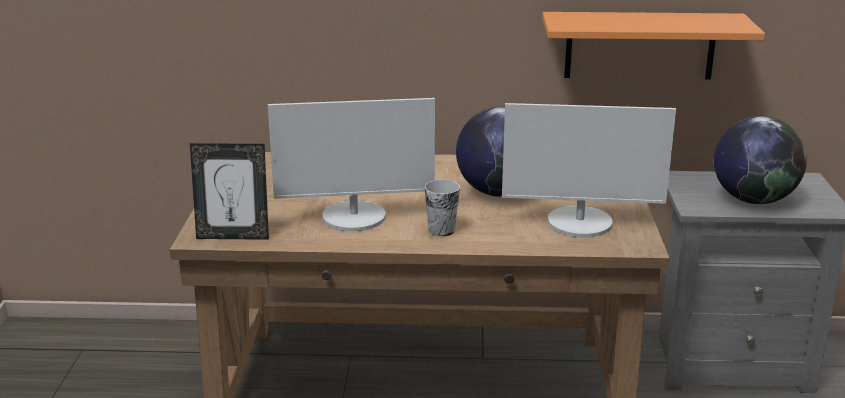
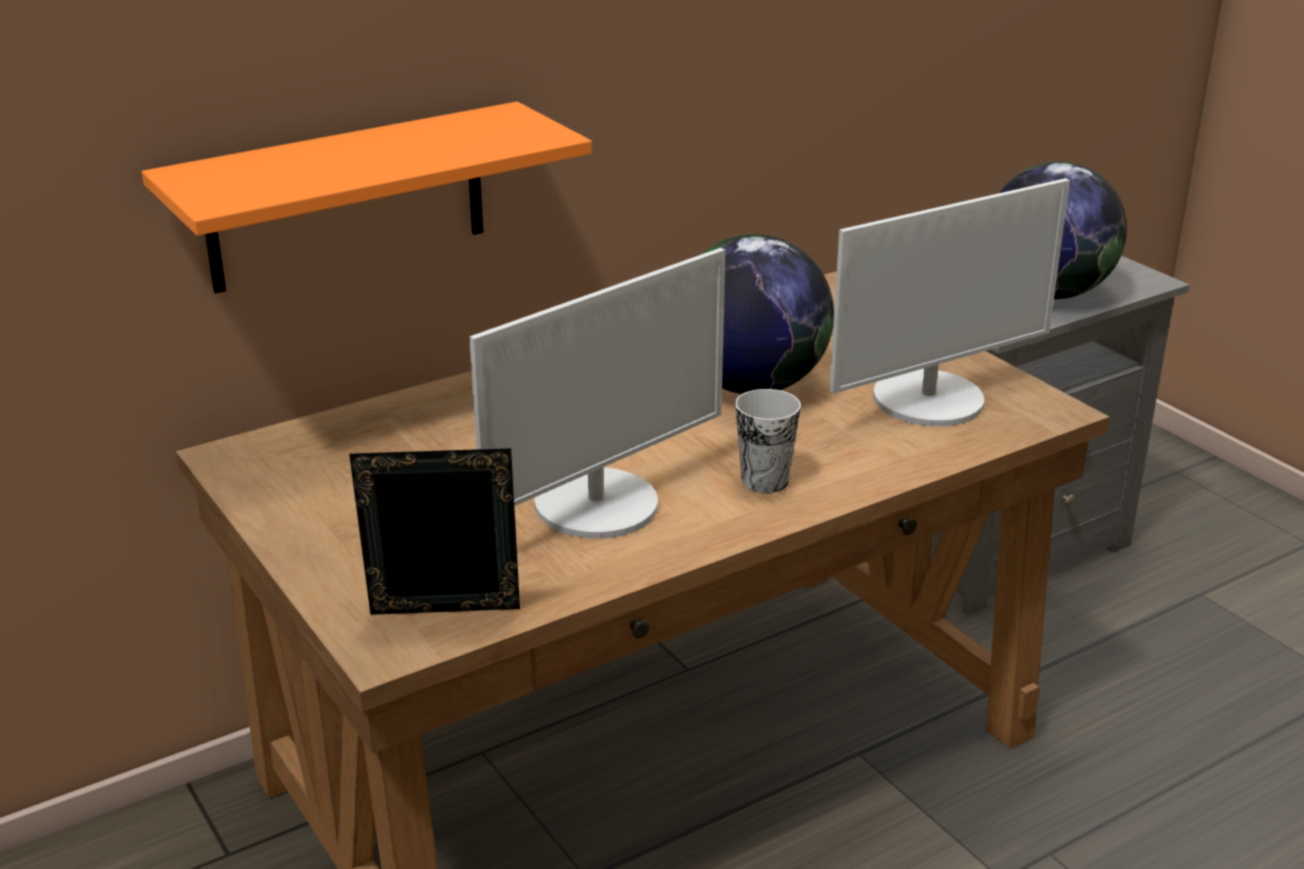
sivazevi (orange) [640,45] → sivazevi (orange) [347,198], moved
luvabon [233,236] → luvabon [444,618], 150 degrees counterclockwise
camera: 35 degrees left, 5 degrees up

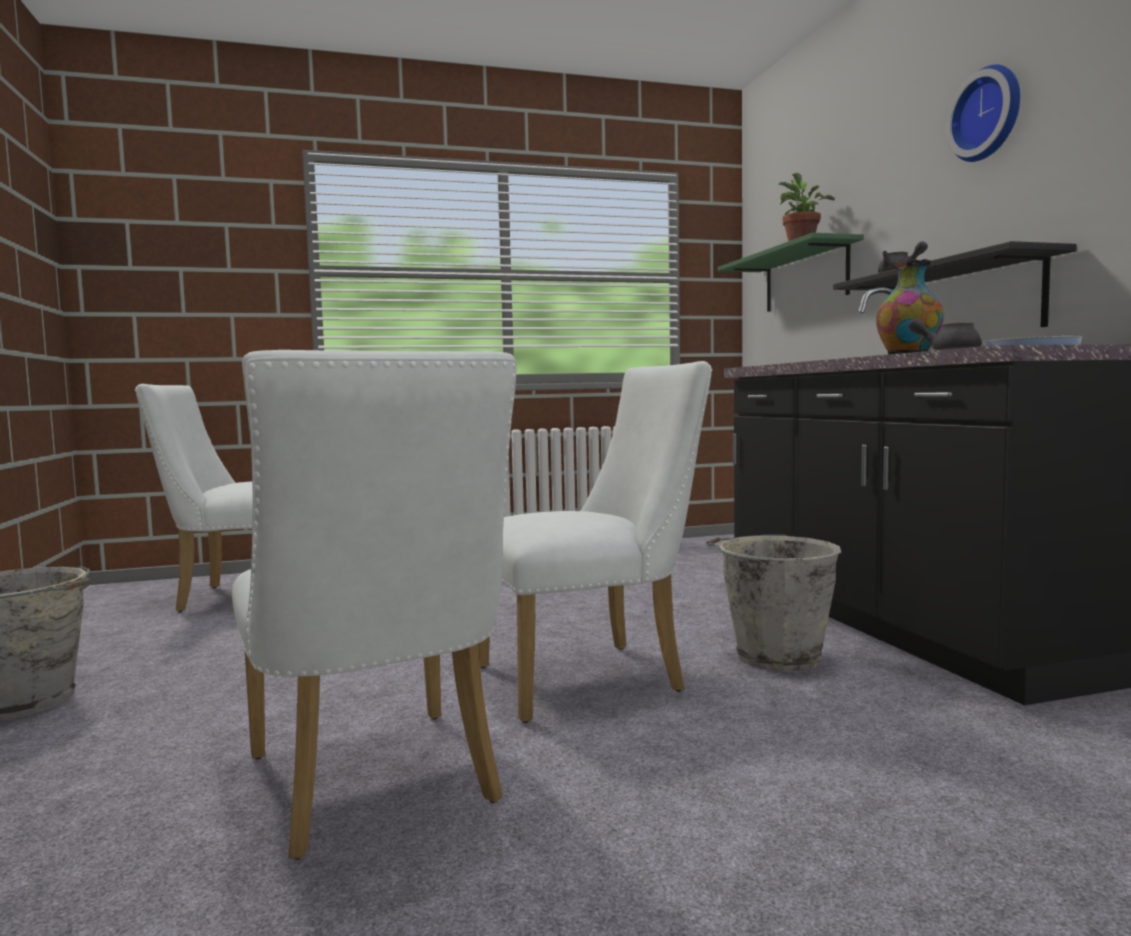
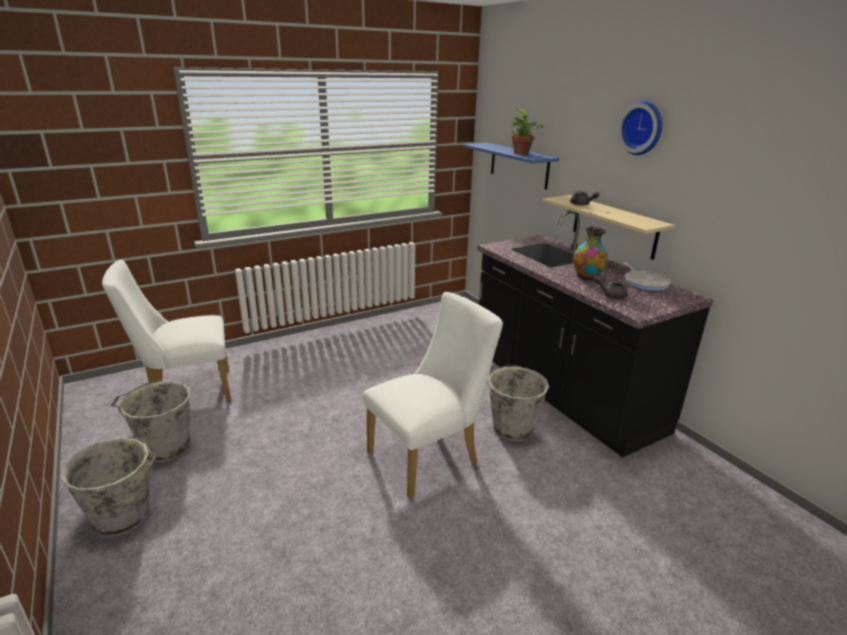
- → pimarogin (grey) [165,448]
sivazevi (green) [805,278] → sivazevi (blue) [519,165]
sivazevi (black) [965,301] → sivazevi (beige) [614,226]
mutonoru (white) [378,787] → -
camera: 15 degrees left, 20 degrees up

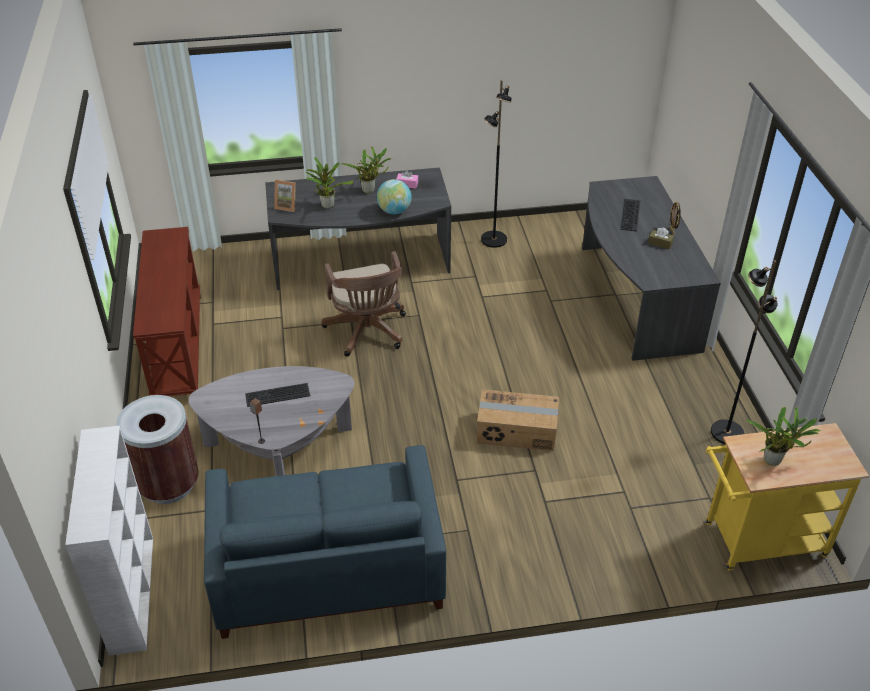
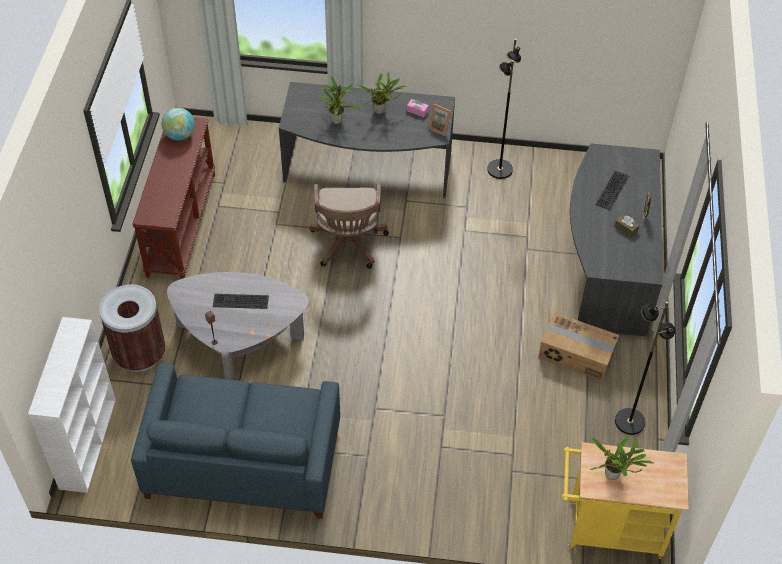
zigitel [394,211] → zigitel [180,135], moved
luvabon [287,206] → luvabon [440,127], moved
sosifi [517,431] → sosifi [576,354], moved
camera: 15 degrees right, 10 degrees up

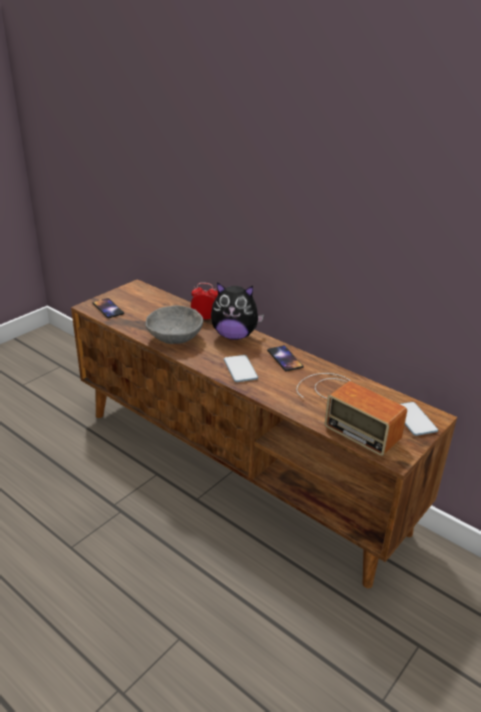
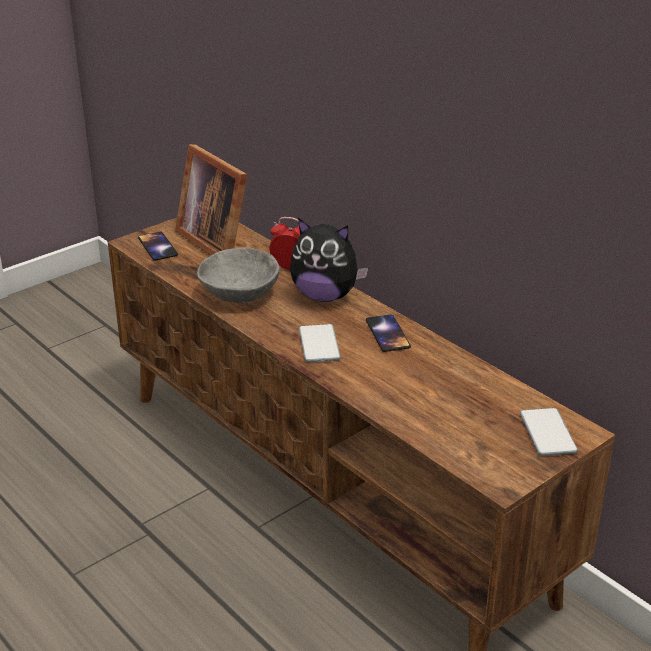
- → luvabon [216,241]
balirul [345,408] → -
camera: 10 degrees right, 0 degrees up

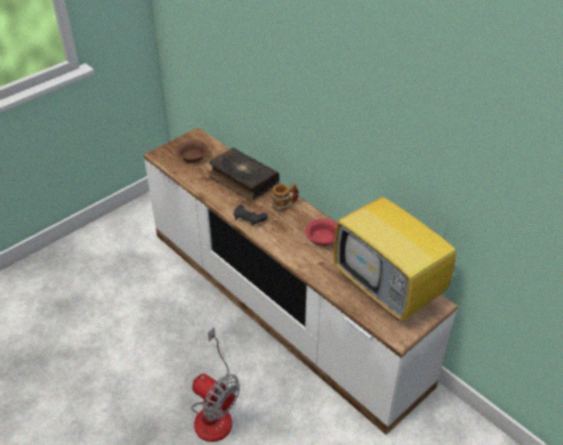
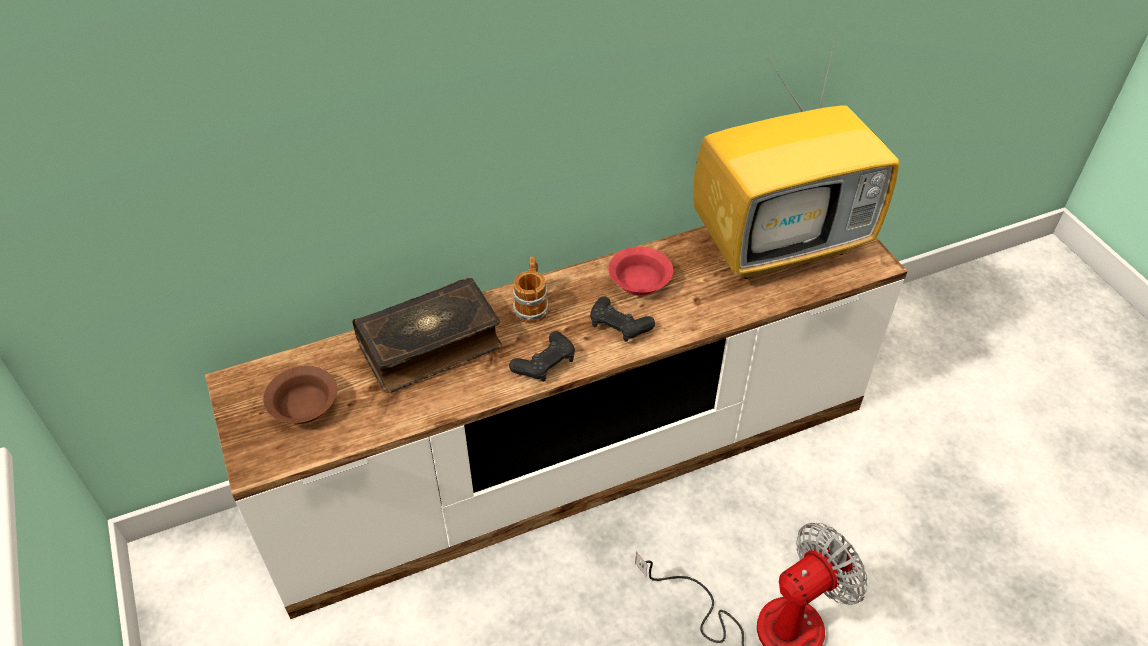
- → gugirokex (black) [619,325]
camera: 70 degrees left, 5 degrees up

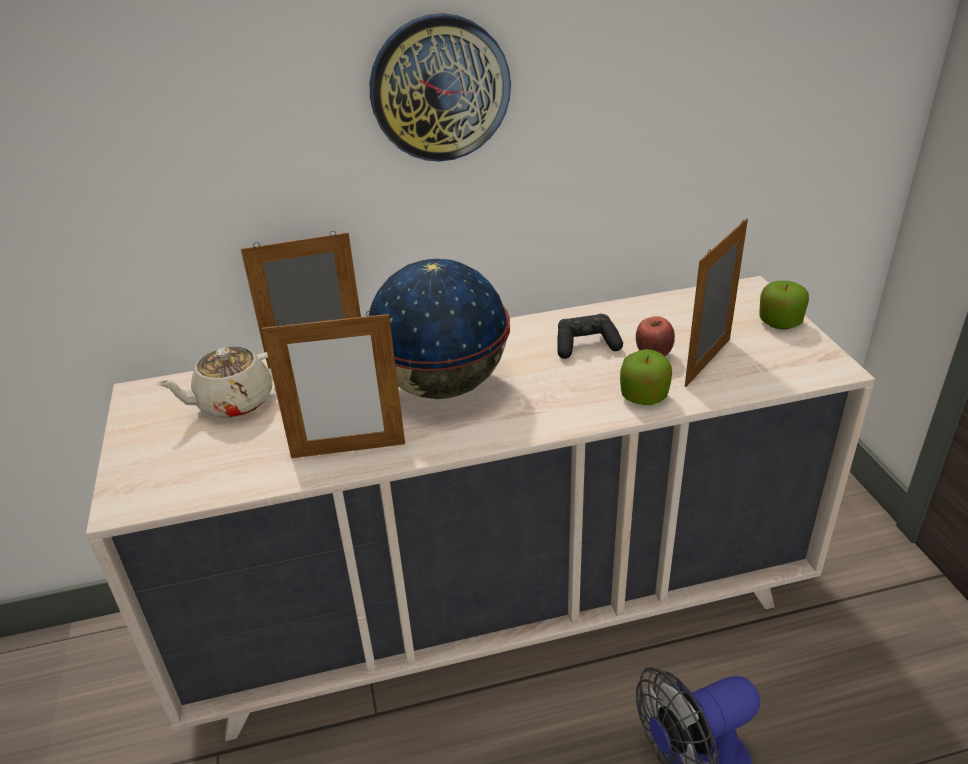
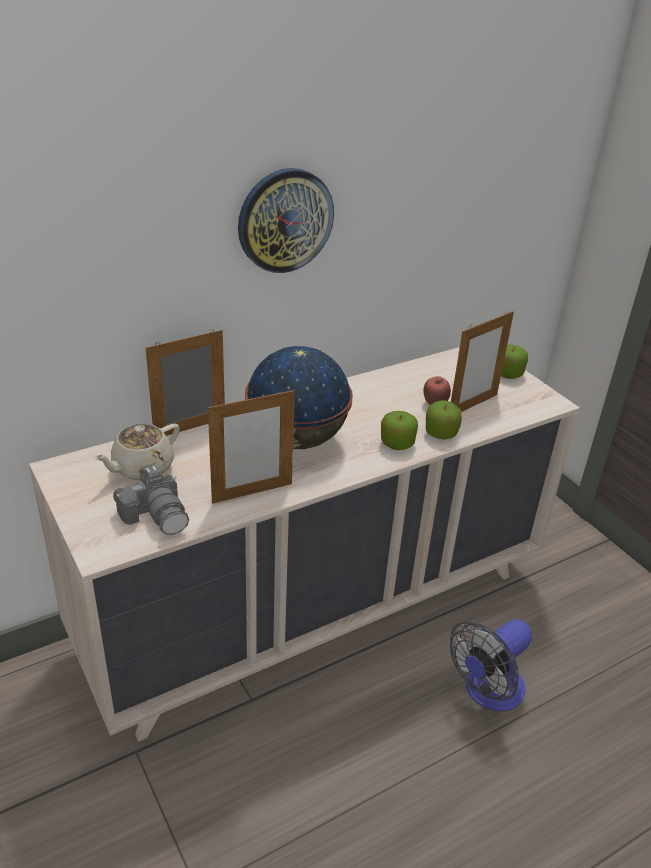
- → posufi [156,514]
- → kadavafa [397,443]
luvabon [708,362] → luvabon [473,405], 150 degrees counterclockwise
gugirokex (black) [586,346] → -
camera: 20 degrees left, 0 degrees up

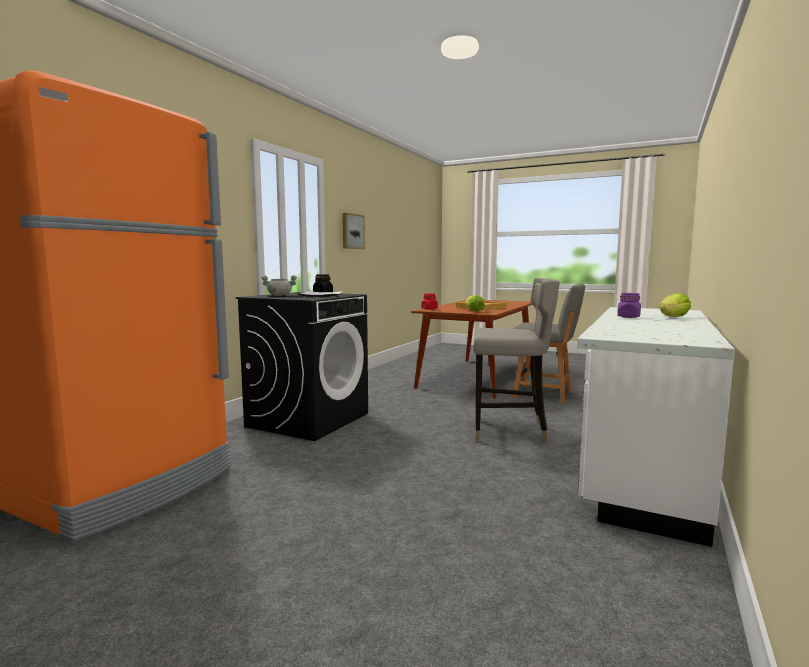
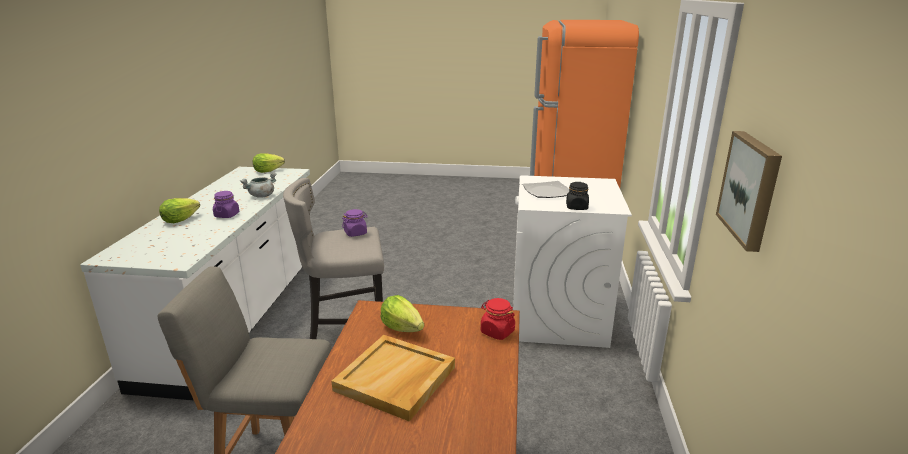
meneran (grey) [279,295] → meneran (grey) [262,196], moved
- → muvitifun [268,171]
- → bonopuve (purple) [355,233]
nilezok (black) [308,419] → nilezok (white) [558,317]
camera: 160 degrees right, 15 degrees up

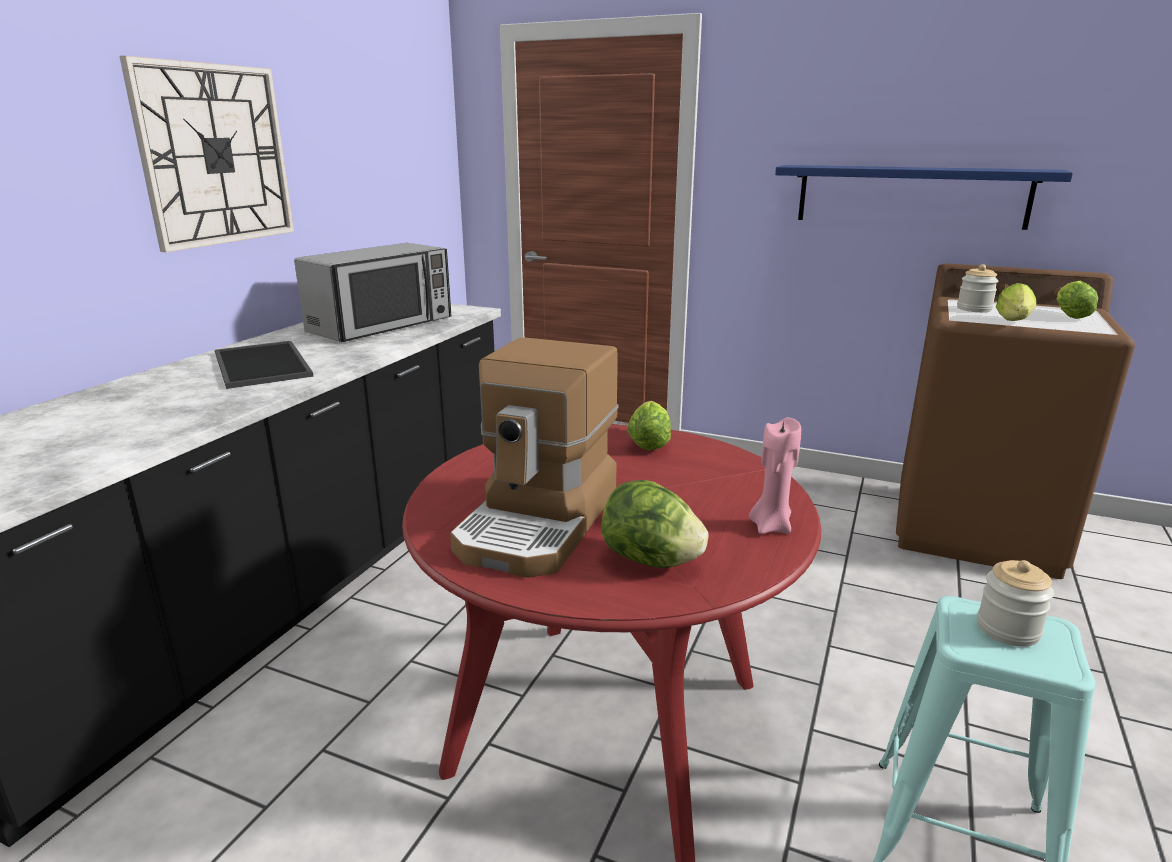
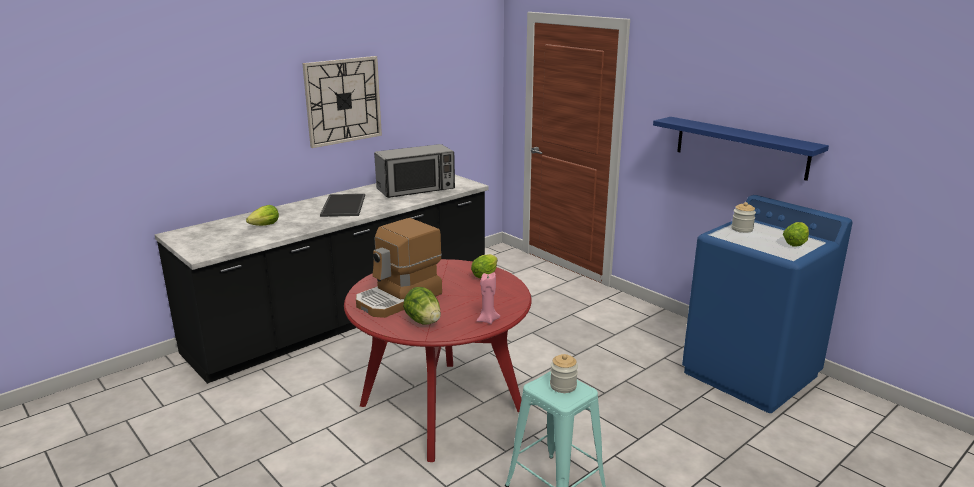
muvitifun [1014,322] → muvitifun [263,226], moved
nilezok (brown) [976,529] → nilezok (blue) [751,374]
camera: 25 degrees right, 0 degrees up

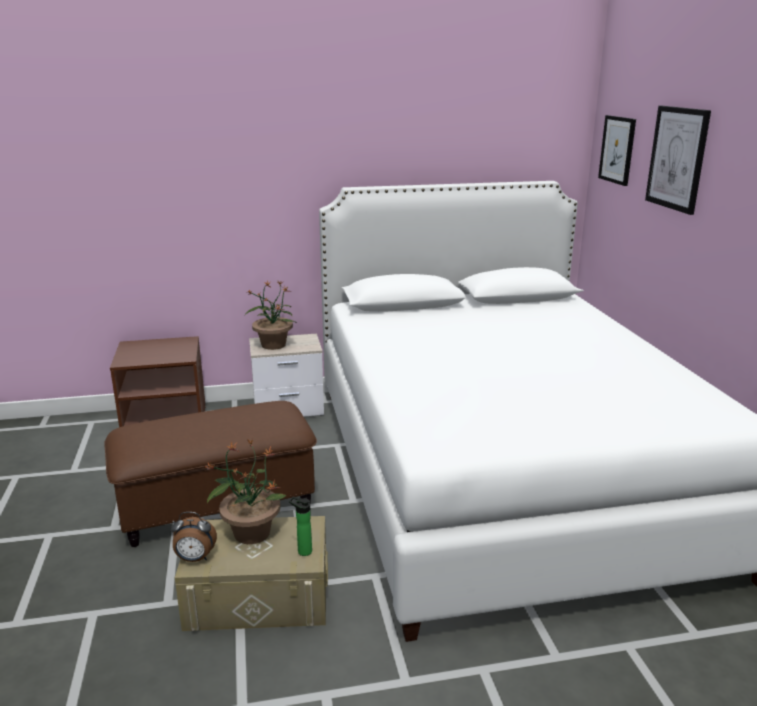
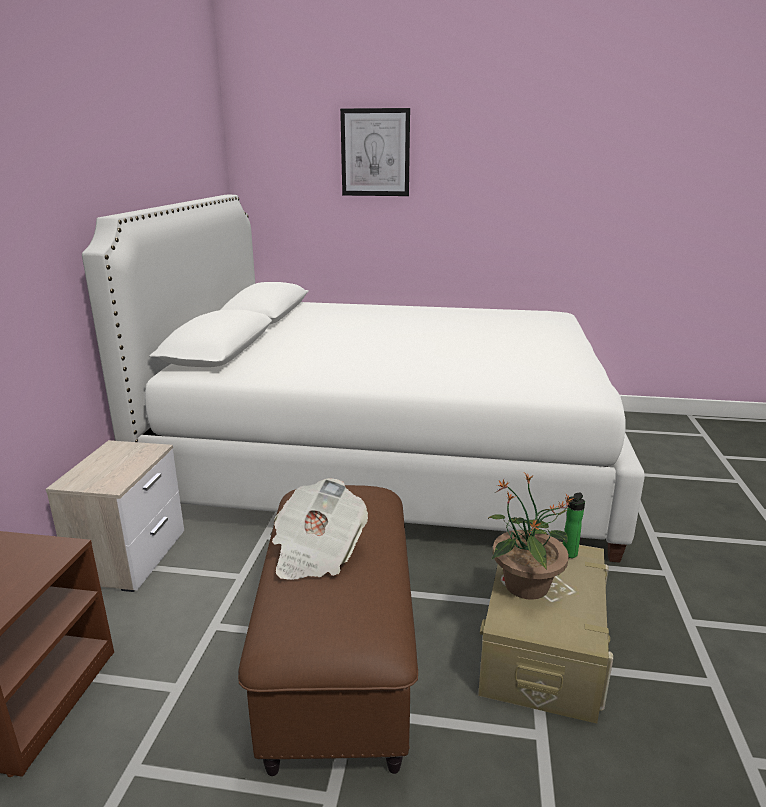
- → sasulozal [316,552]
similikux [195,559] → -
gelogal [273,344] → -
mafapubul [617,149] → -
camera: 70 degrees left, 0 degrees up

